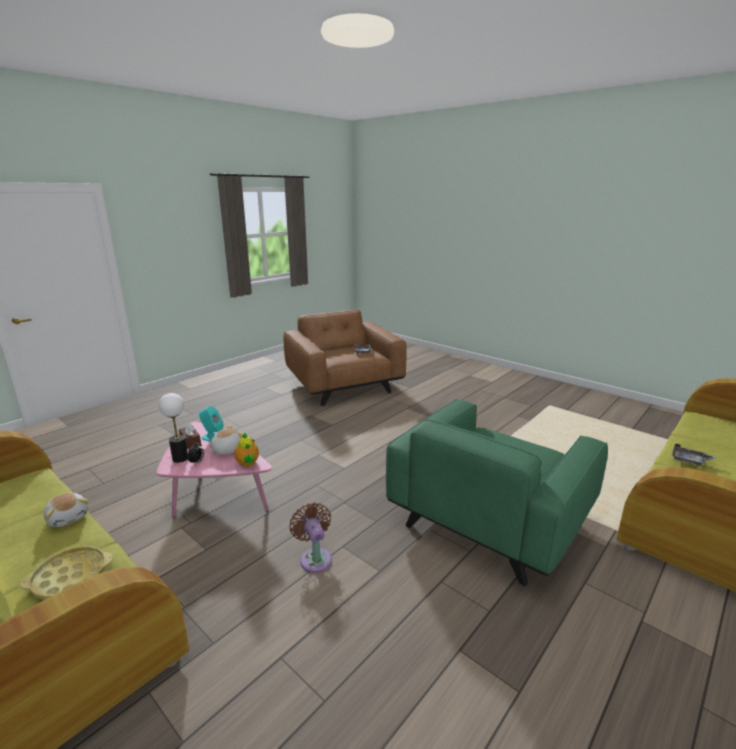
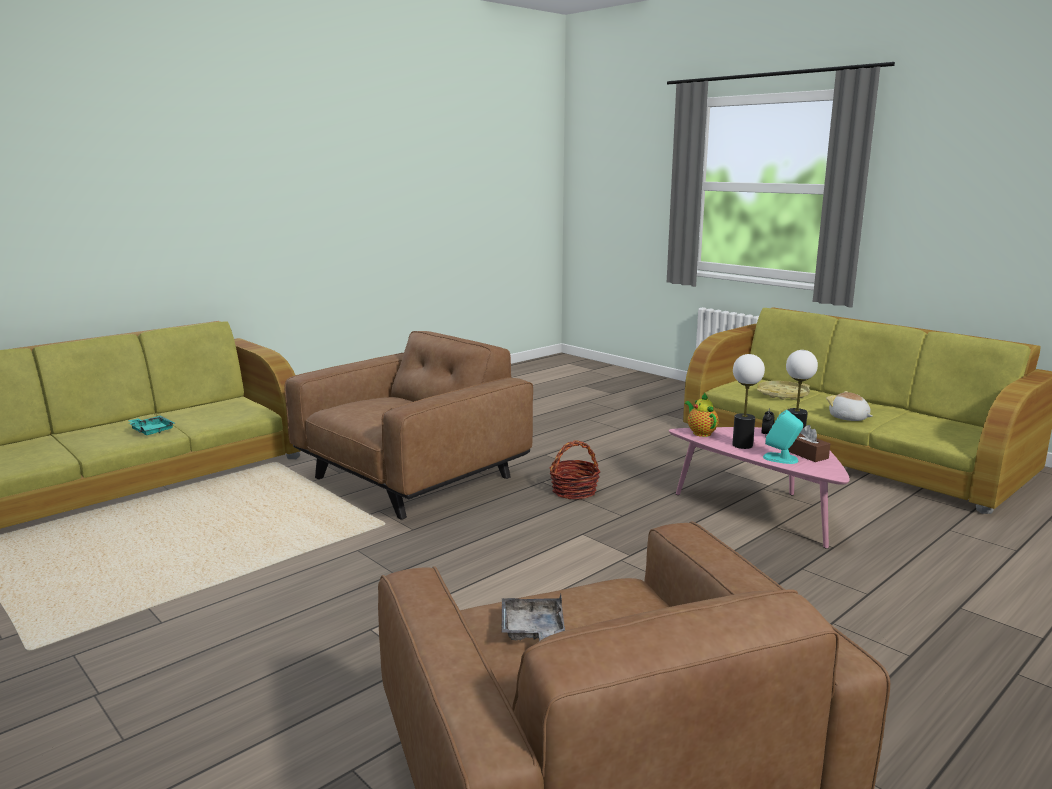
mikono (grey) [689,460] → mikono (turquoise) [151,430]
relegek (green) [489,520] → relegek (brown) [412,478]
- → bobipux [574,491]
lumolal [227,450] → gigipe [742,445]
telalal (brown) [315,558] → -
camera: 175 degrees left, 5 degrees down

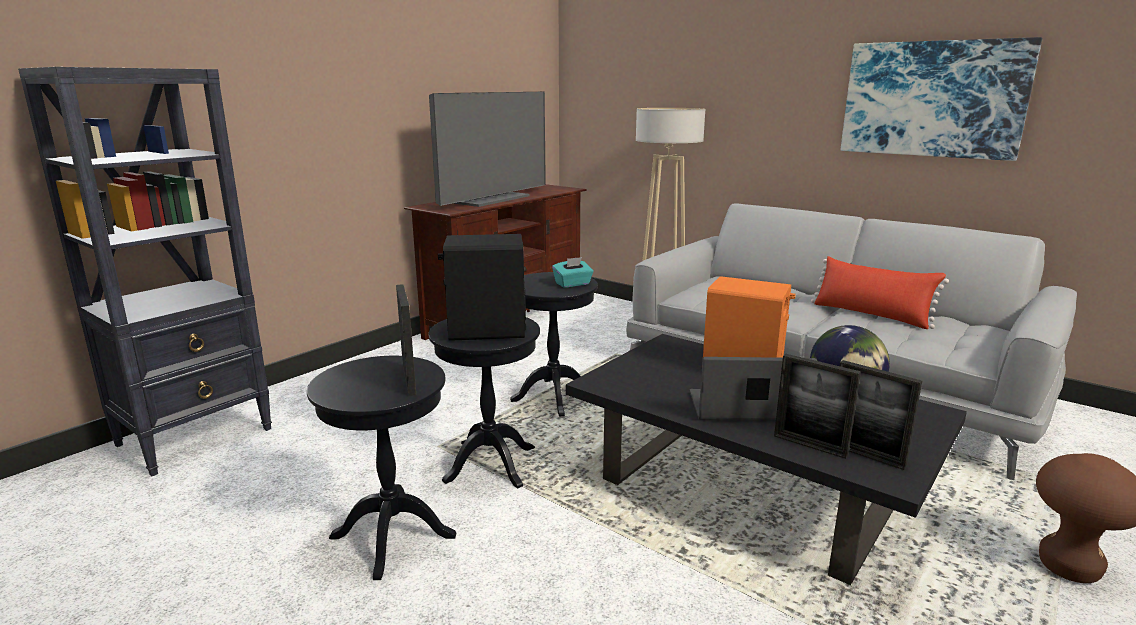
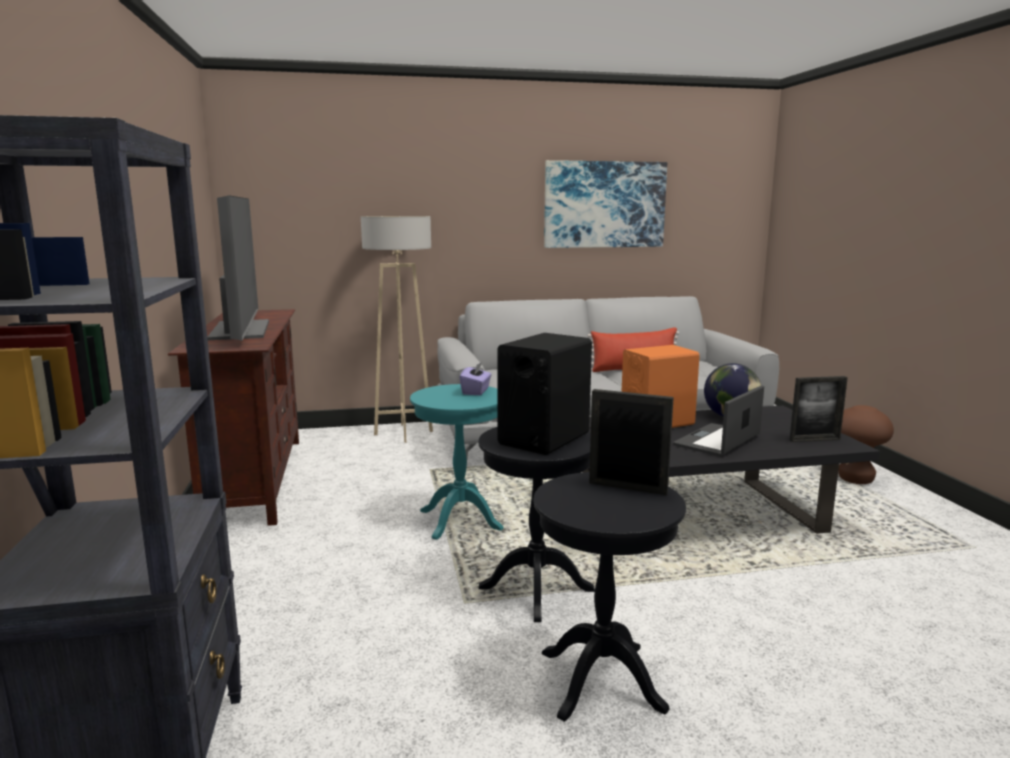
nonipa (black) [553,397] → nonipa (turquoise) [460,520]
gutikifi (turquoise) [573,284] → gutikifi (purple) [476,391]
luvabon [810,445] → -
camera: 50 degrees left, 5 degrees down

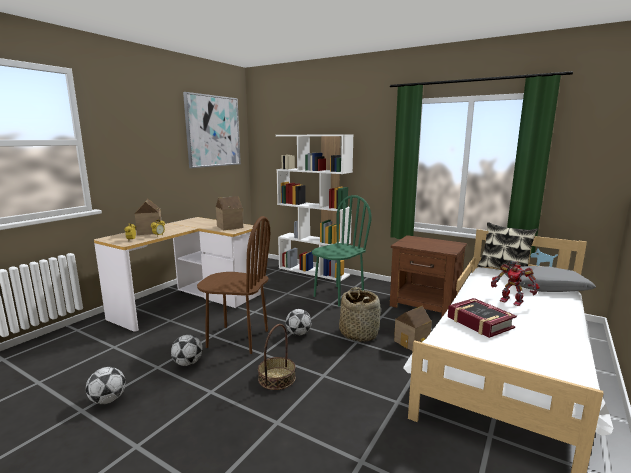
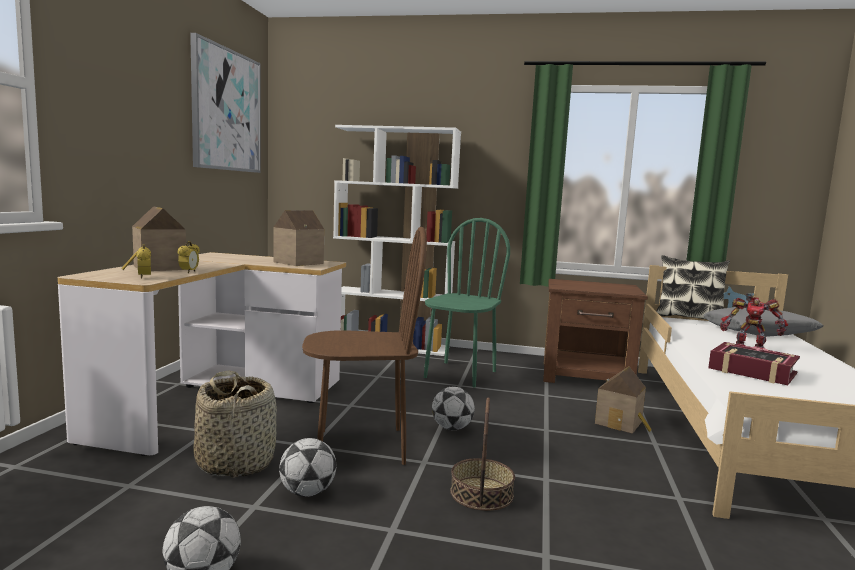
bobipux [359,333] → bobipux [236,462], moved
camera: 20 degrees left, 5 degrees down

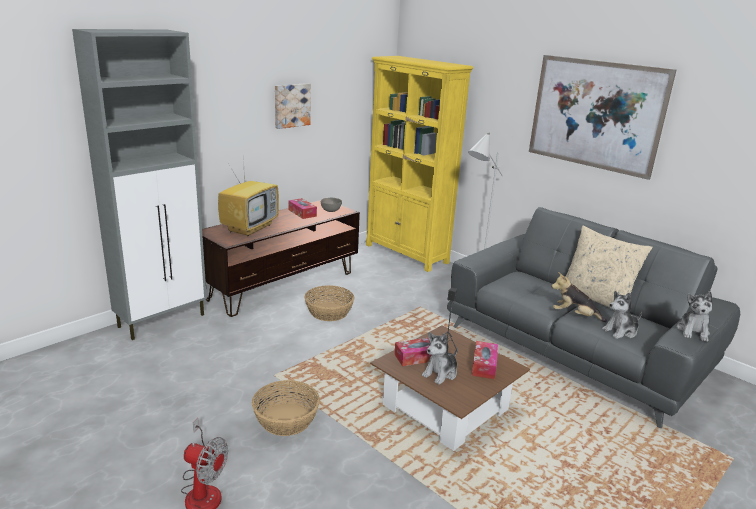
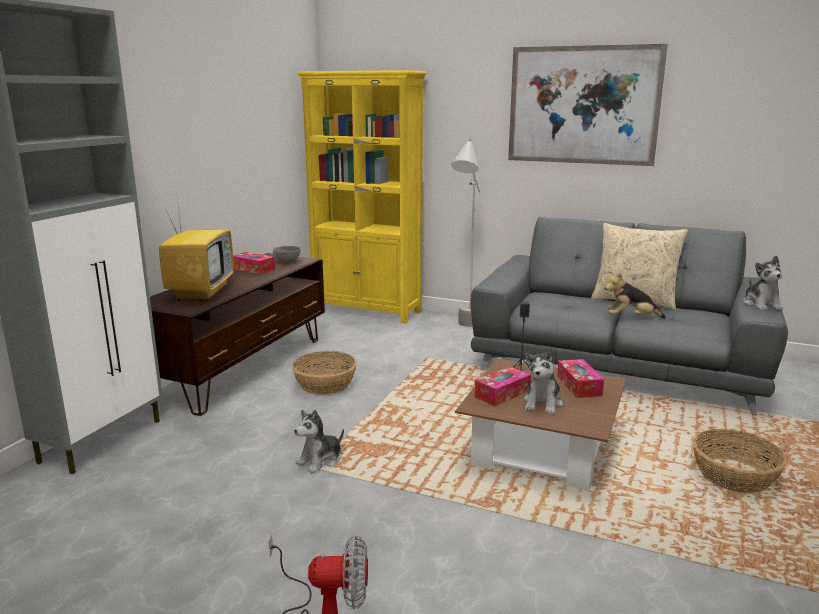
lumolal [620,331] → lumolal [320,461], moved
bobipux [286,419] → bobipux [734,476], moved
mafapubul [291,105] → -
camera: 20 degrees left, 5 degrees down

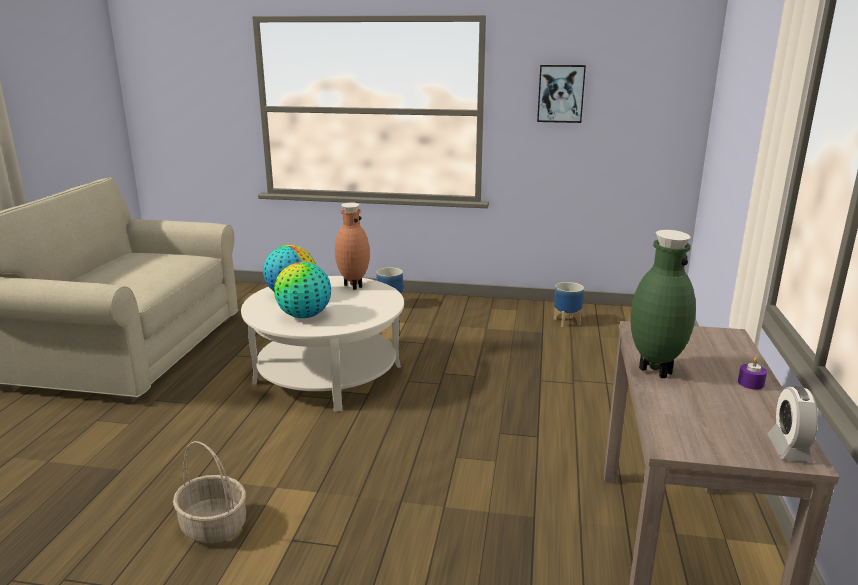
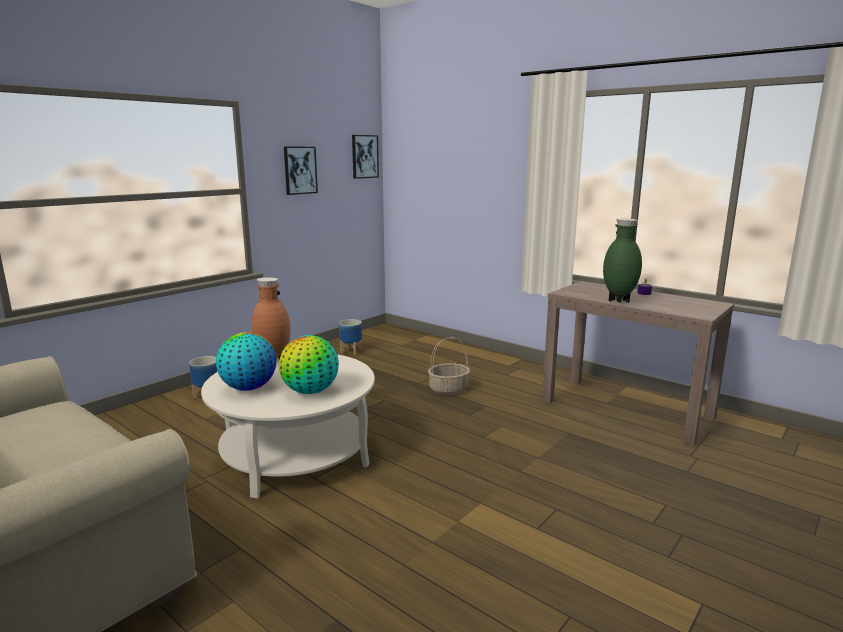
- → mafapubul [364,156]
bobipux [213,526] → bobipux [448,390], moved
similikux [789,449] → -
camera: 60 degrees left, 5 degrees down

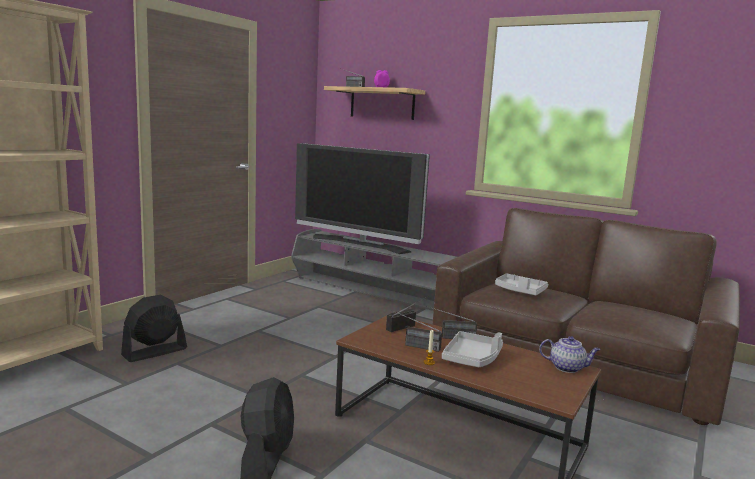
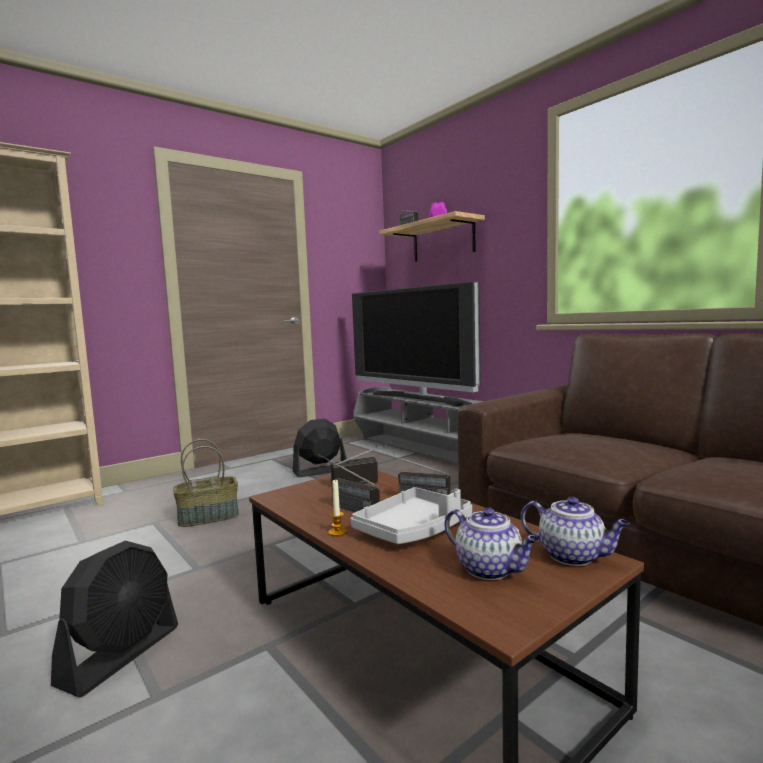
- → bobipux [209,517]
telalal (black) [154,352] → telalal (black) [320,471], moved
- → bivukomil [490,569]
mikono (grey) [520,291] → -
camera: 20 degrees right, 5 degrees down

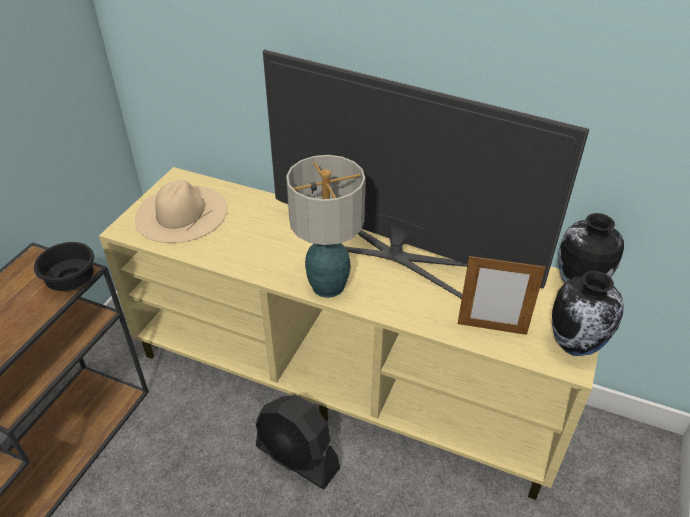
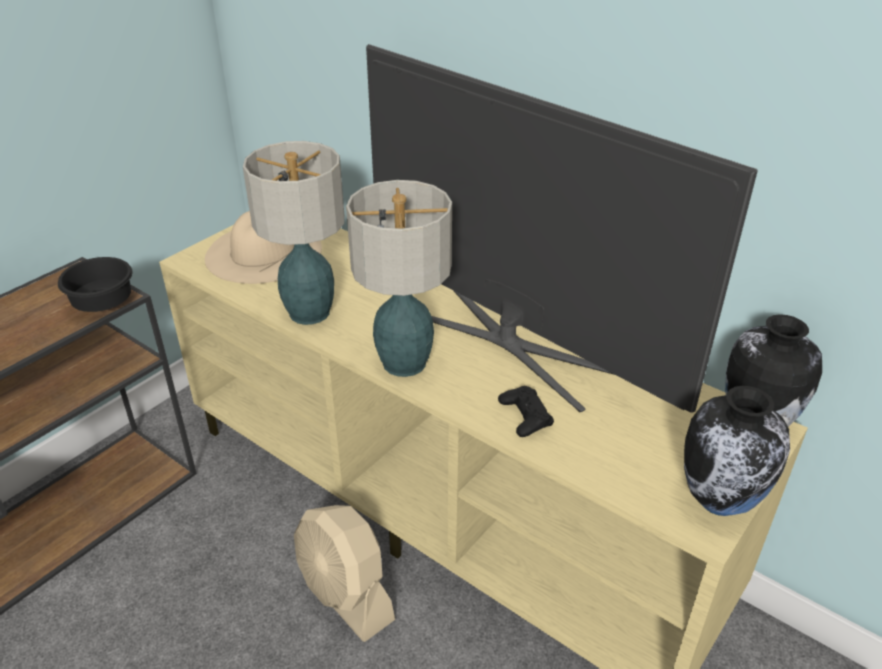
- → gigipe [309,313]
telalal (black) [297,458] → telalal (beige) [345,594]
- → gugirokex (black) [525,416]
luvabon [491,328] → -
camera: 15 degrees right, 5 degrees down

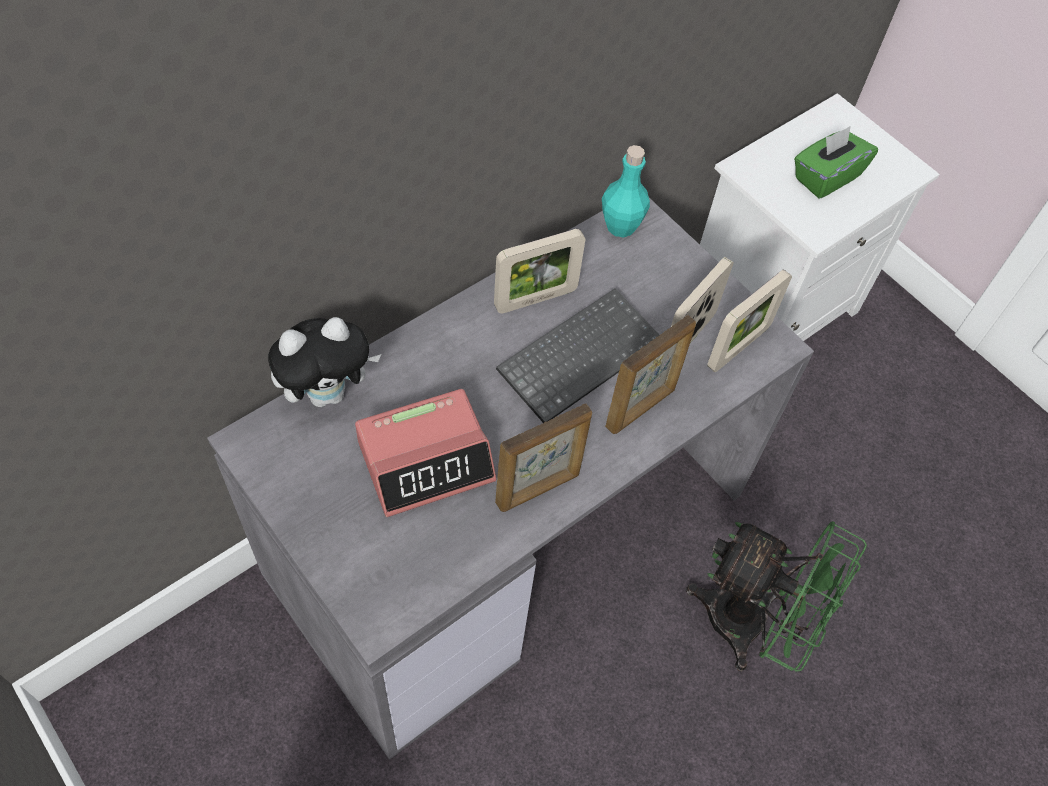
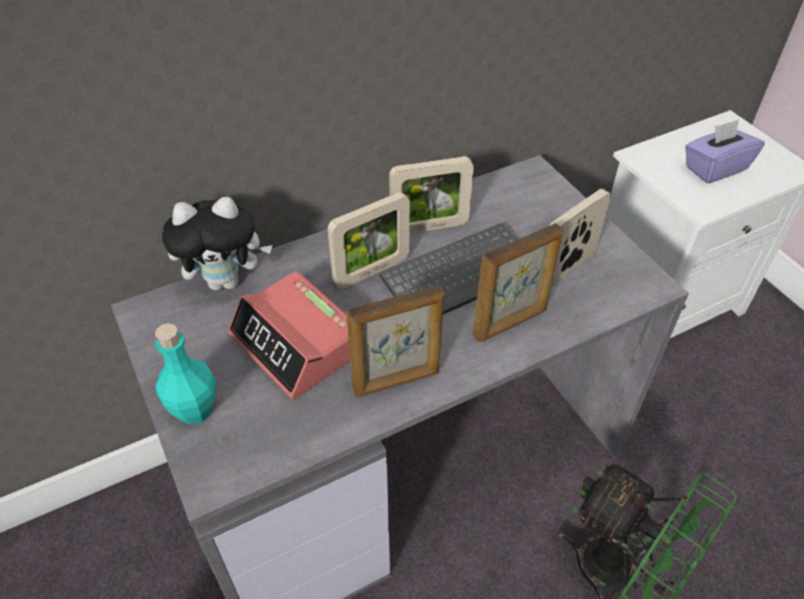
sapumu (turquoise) [620,226] → sapumu (turquoise) [195,410], moved
similikux [426,460] → similikux [297,344], 60 degrees clockwise
luvabon [738,347] → luvabon [371,271], moved
gutikifi (green) [826,177] → gutikifi (purple) [715,168]
camera: 15 degrees right, 10 degrees down

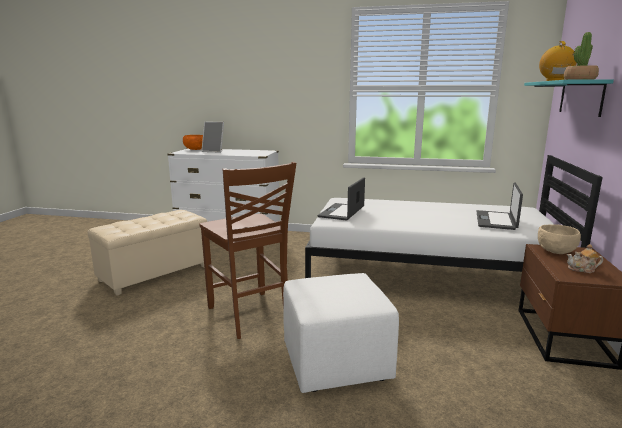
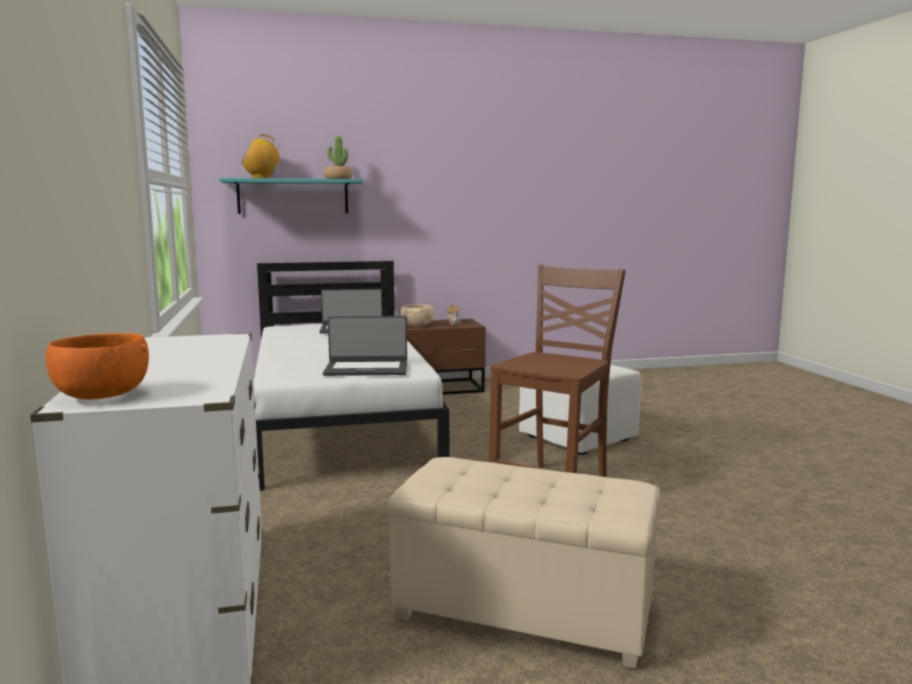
luvabon [214,151] → -
camera: 115 degrees left, 5 degrees down

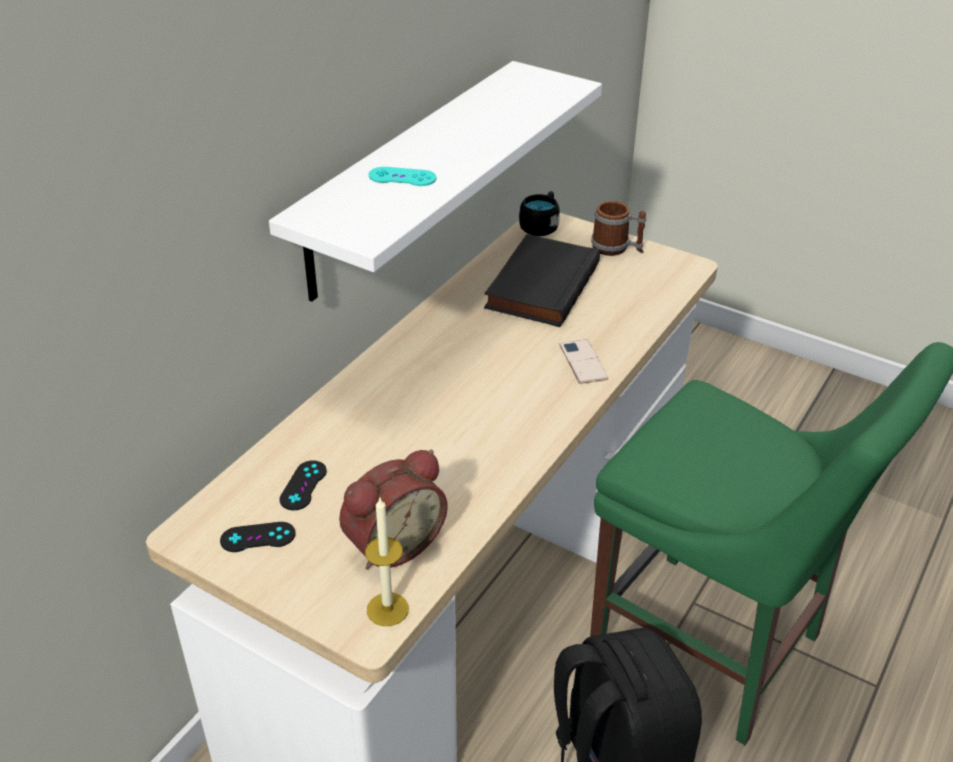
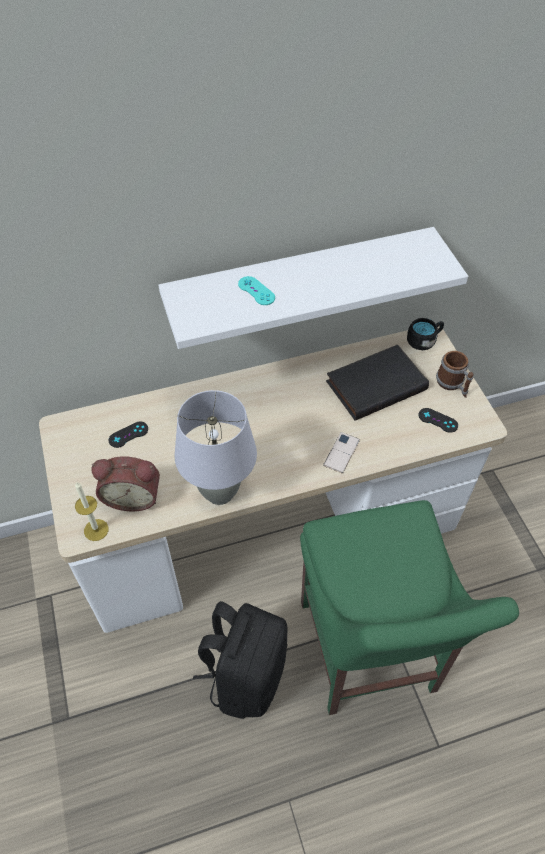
- → gigipe (grey) [220,492]
gugirokex (black) [258,537] → gugirokex (black) [438,420], moved
camera: 40 degrees right, 15 degrees up

